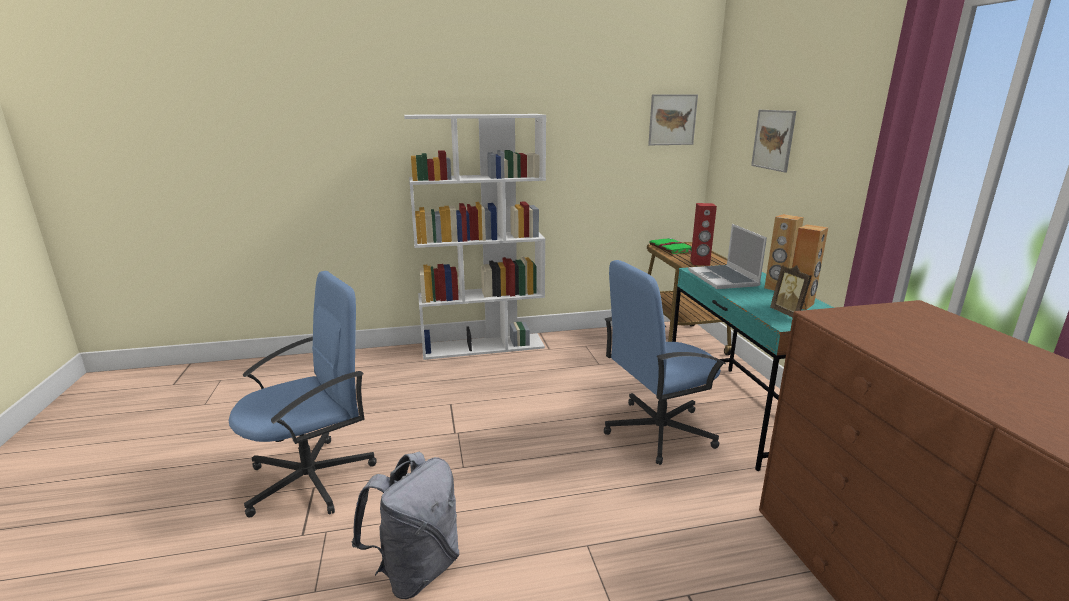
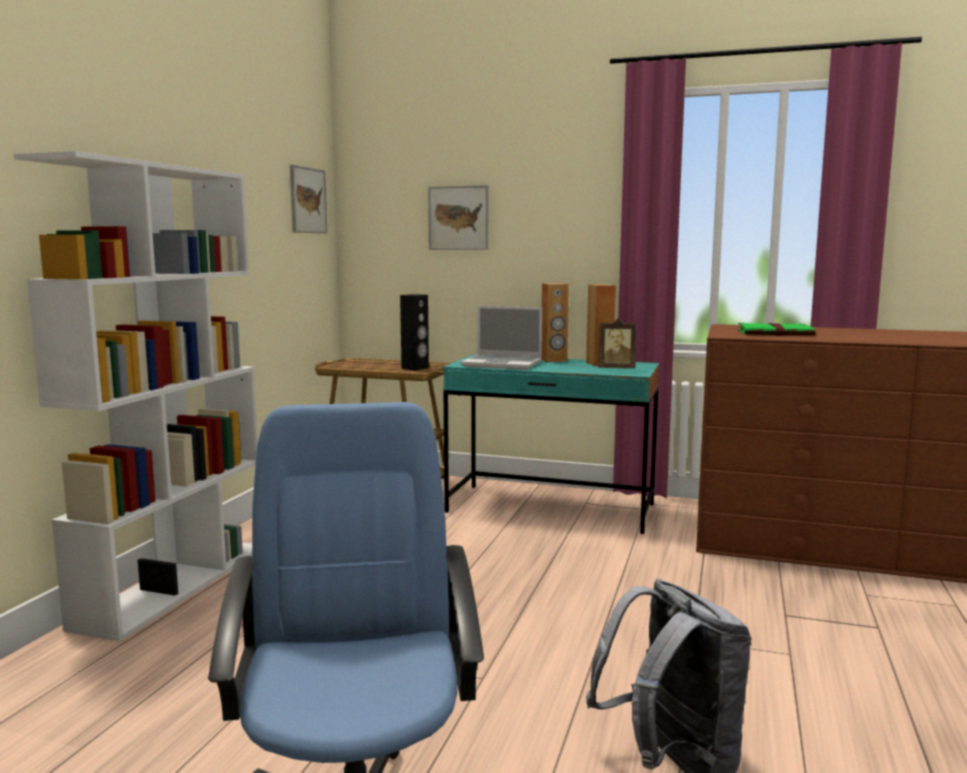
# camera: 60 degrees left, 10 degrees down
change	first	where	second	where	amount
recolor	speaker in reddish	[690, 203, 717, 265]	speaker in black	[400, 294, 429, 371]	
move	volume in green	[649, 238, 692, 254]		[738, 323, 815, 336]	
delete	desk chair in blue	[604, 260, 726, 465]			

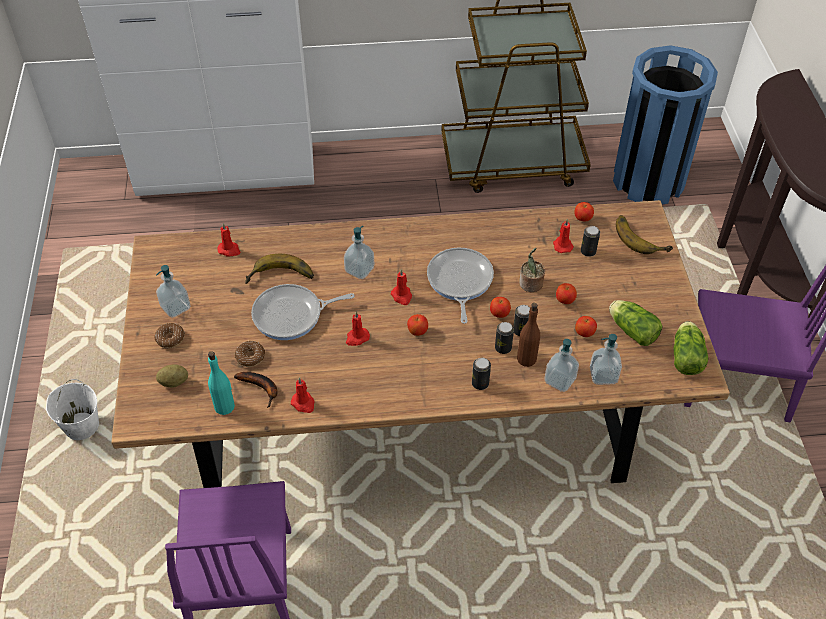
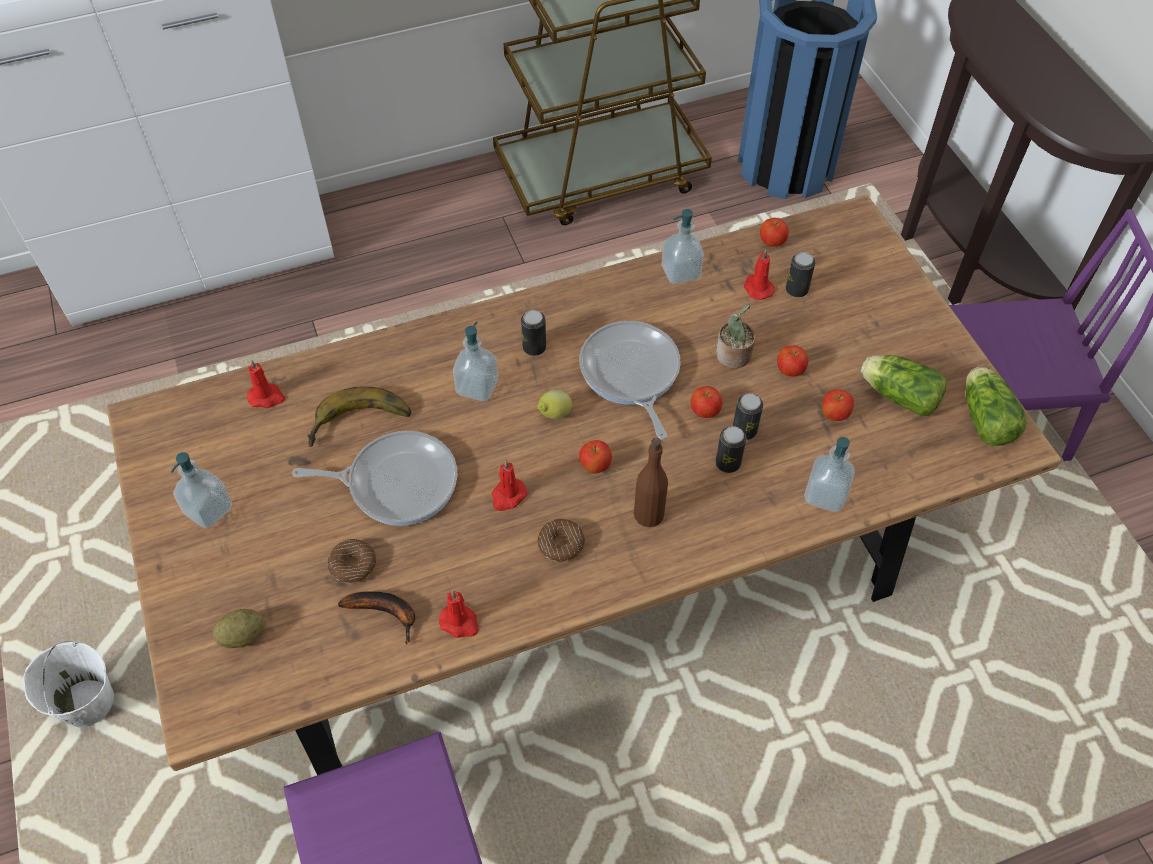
# camera: 15 degrees left, 5 degrees up
change	first	where	second	where	amount
delete	banana	[616, 215, 673, 254]			
replace	wax candle in reddish	[391, 269, 412, 305]	lemon	[537, 390, 572, 419]	
rotate	pan	[251, 284, 355, 340]		[292, 431, 457, 526]	150 degrees counterclockwise
move	beverage bottle in brown-coloured	[517, 303, 540, 367]		[634, 438, 668, 527]	
move	ring doughnut	[154, 323, 185, 348]		[538, 519, 585, 562]	
move	soap bottle	[590, 334, 622, 385]		[661, 209, 704, 284]	
delete	beverage bottle in blue-green	[208, 351, 235, 415]			
move	sealed can	[472, 358, 491, 390]		[521, 310, 546, 356]	

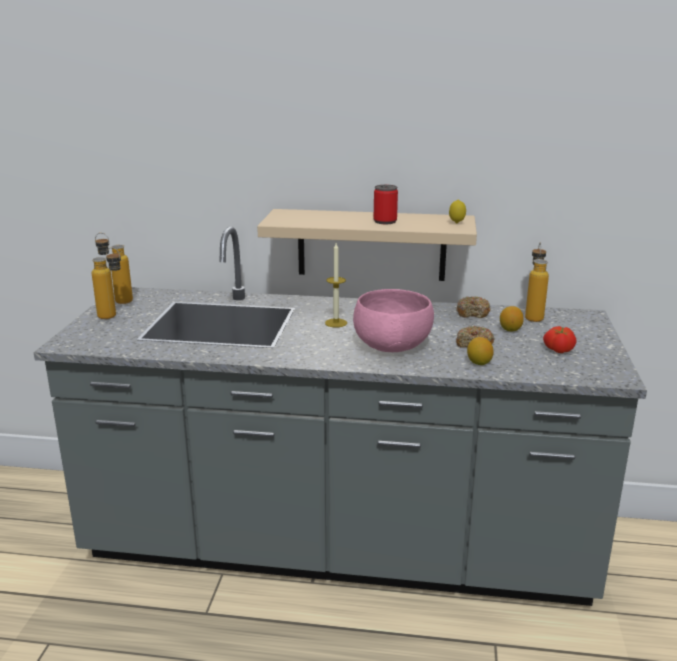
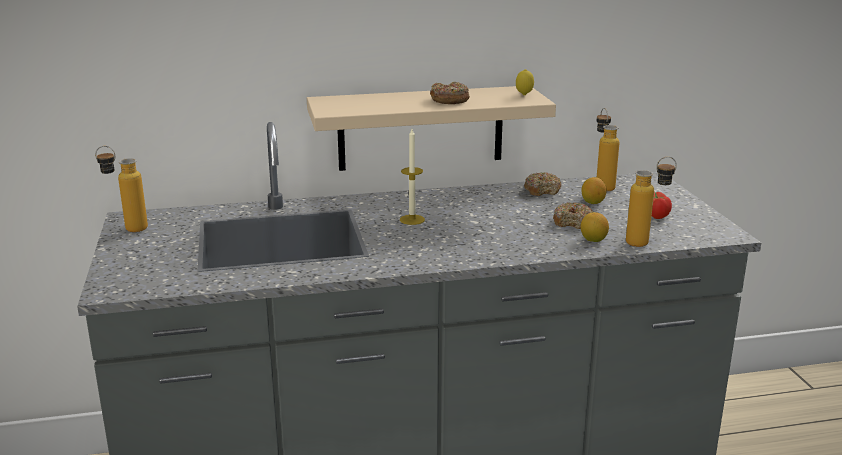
# camera: 20 degrees left, 0 degrees up
change	first	where	second	where	amount
replace	sealed can	[374, 185, 398, 224]	ring doughnut	[430, 81, 470, 104]	
move	beverage bottle	[92, 247, 121, 319]		[626, 157, 677, 247]	
delete	serving bowl in pinkish	[353, 289, 434, 352]			

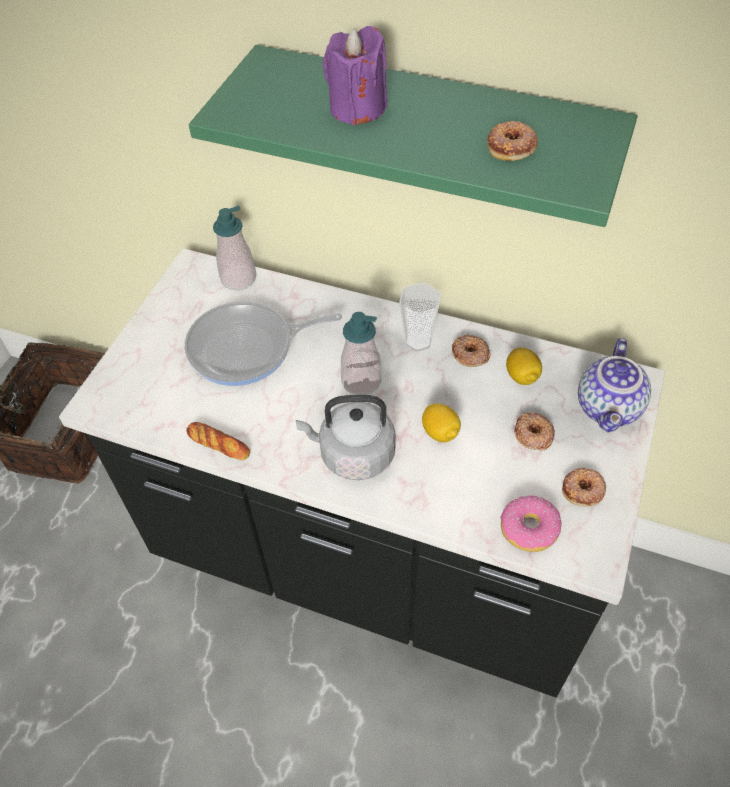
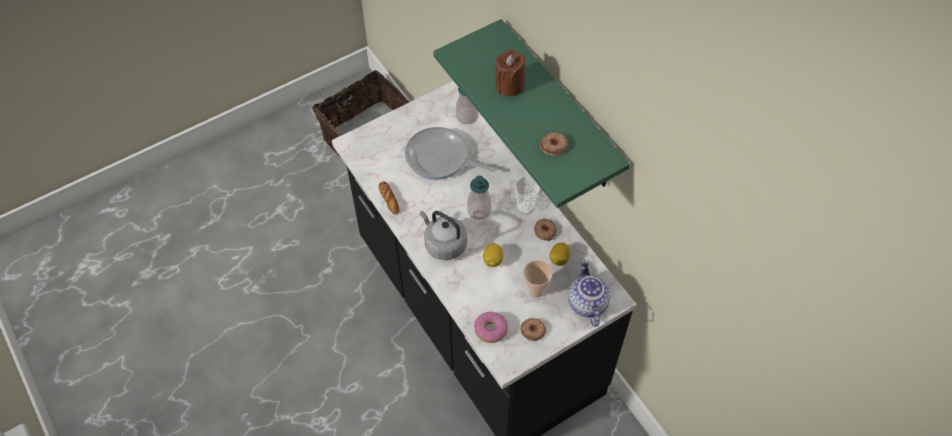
# camera: 35 degrees right, 5 degrees up
change	first	where	second	where	amount
recolor	wax candle in purple	[323, 26, 387, 126]	wax candle in brown-coloured	[495, 49, 526, 96]	
rotate	tea pot	[578, 338, 651, 432]		[568, 259, 611, 327]	120 degrees clockwise
replace	ring doughnut	[514, 412, 555, 450]	cup	[523, 260, 553, 298]	

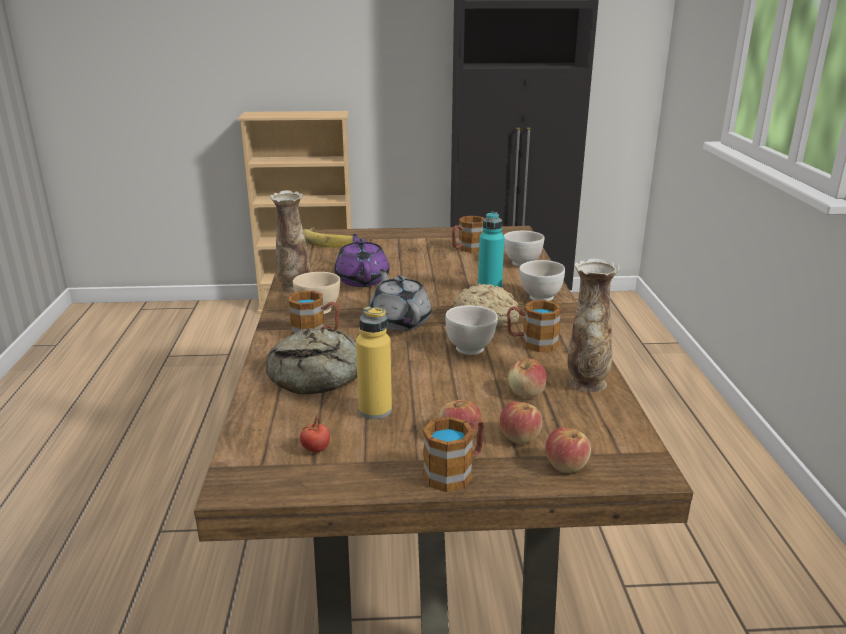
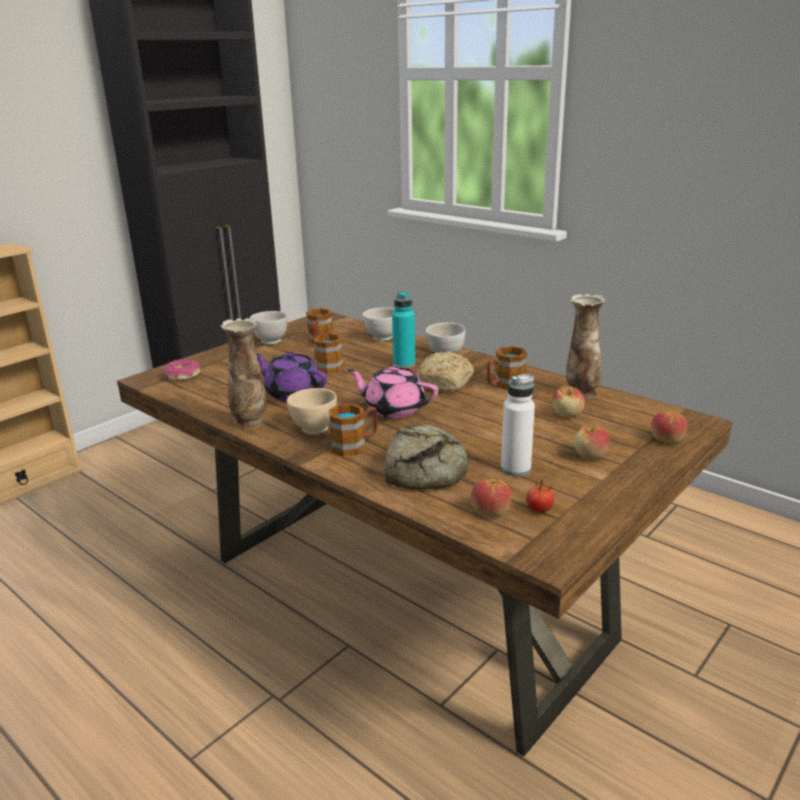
# camera: 45 degrees left, 0 degrees up
change	first	where	second	where	amount
replace	banana	[303, 227, 353, 247]	ring doughnut	[164, 359, 200, 381]	
recolor	tea pot in greyish	[369, 269, 431, 331]	tea pot in pinkish	[347, 365, 438, 418]	
move	serving bowl in white-coloured	[445, 305, 498, 355]		[250, 311, 288, 344]	
recolor	beverage bottle in yellowish	[356, 306, 392, 419]	beverage bottle in white-coloured	[501, 374, 535, 476]	
move	whole apple	[499, 401, 542, 444]		[471, 479, 511, 517]	
move	coffee mug	[423, 416, 484, 492]		[313, 332, 344, 374]	

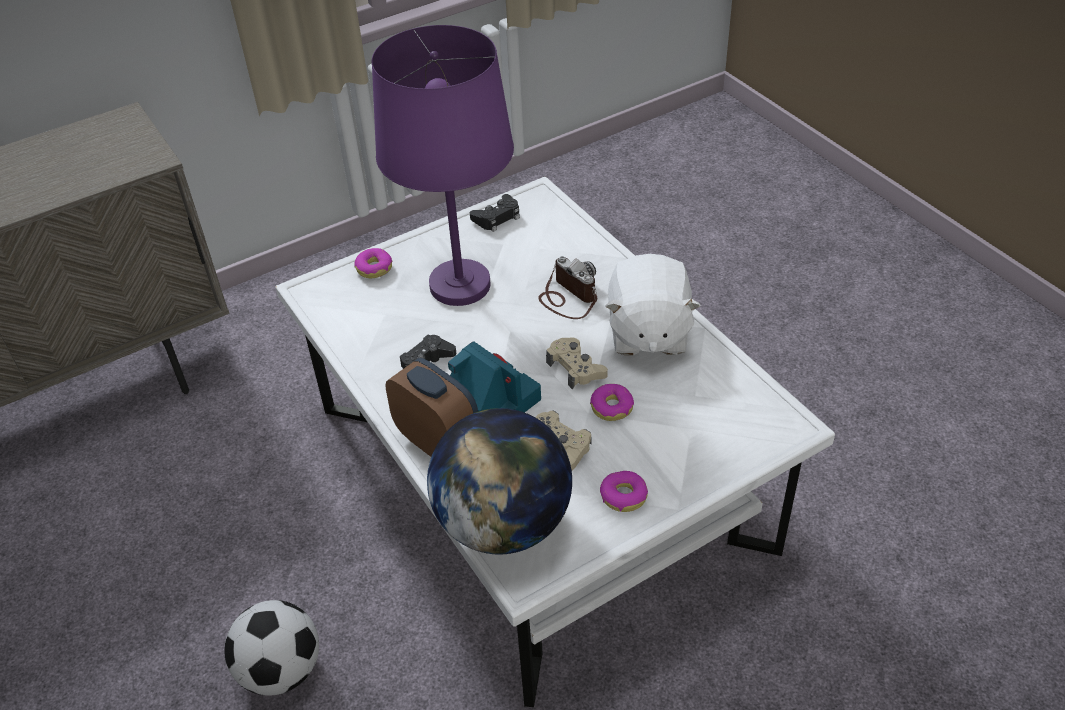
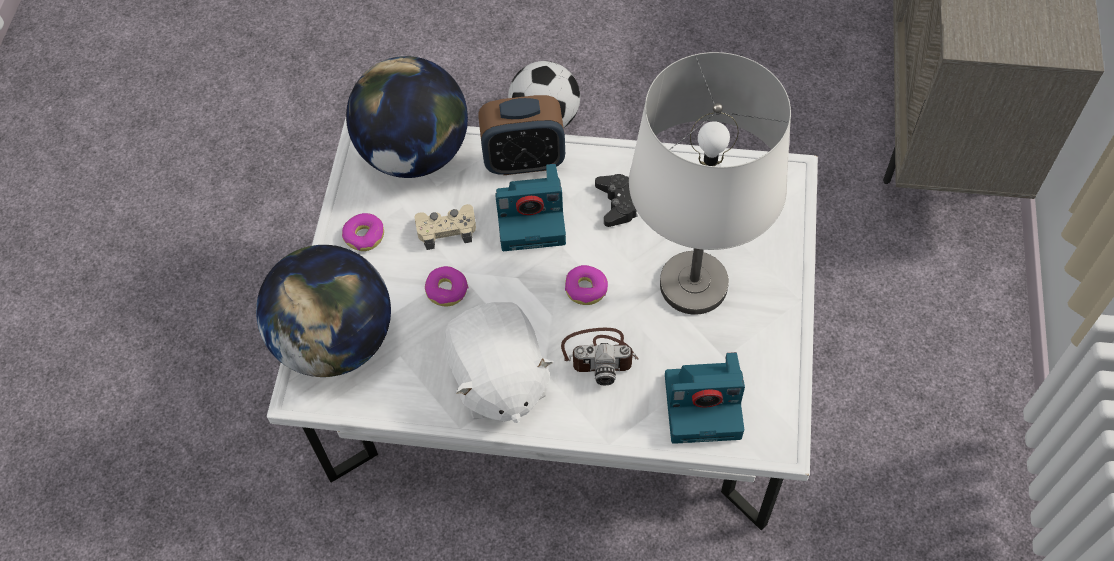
# camera: 130 degrees right, 15 degrees up
change	first	where	second	where	amount
recolor	tabletop lamp in purple	[372, 25, 514, 306]	tabletop lamp in white-coloured	[629, 52, 791, 315]	
delete	joypad in black	[470, 194, 520, 232]			
move	ring doughnut	[354, 248, 392, 278]		[565, 265, 608, 305]	
rotate	cuddly toy in white-coloured	[605, 254, 701, 355]		[444, 302, 554, 423]	150 degrees counterclockwise
delete	joypad in beige	[546, 337, 608, 389]			
insert			desk globe	[256, 245, 391, 377]	
insert			still camera	[665, 352, 745, 444]	

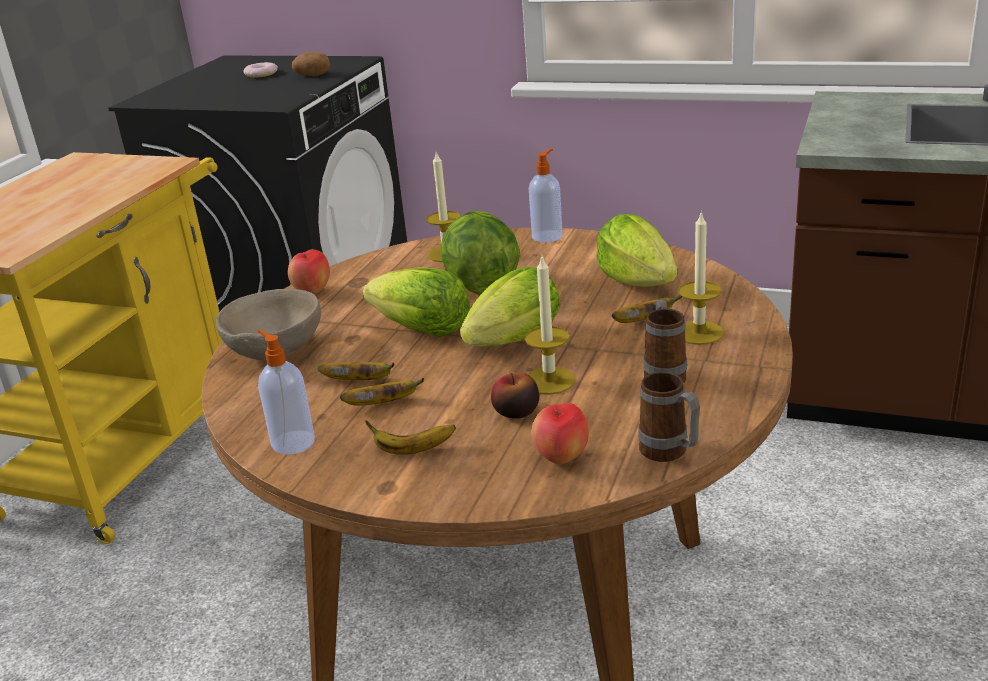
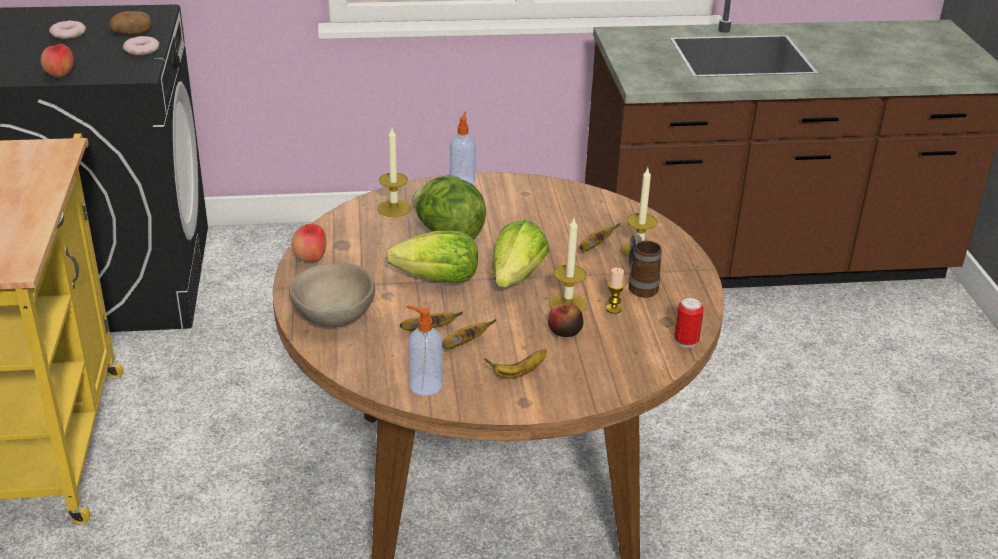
# camera: 30 degrees left, 5 degrees up
change	first	where	second	where	amount
delete	lettuce head	[596, 214, 677, 287]			
replace	coffee mug	[638, 372, 700, 462]	sealed can	[674, 297, 704, 348]	
move	whole apple	[531, 403, 589, 464]		[41, 44, 74, 78]	
insert			ring doughnut	[123, 36, 160, 55]	
insert			wax candle	[606, 268, 624, 314]	

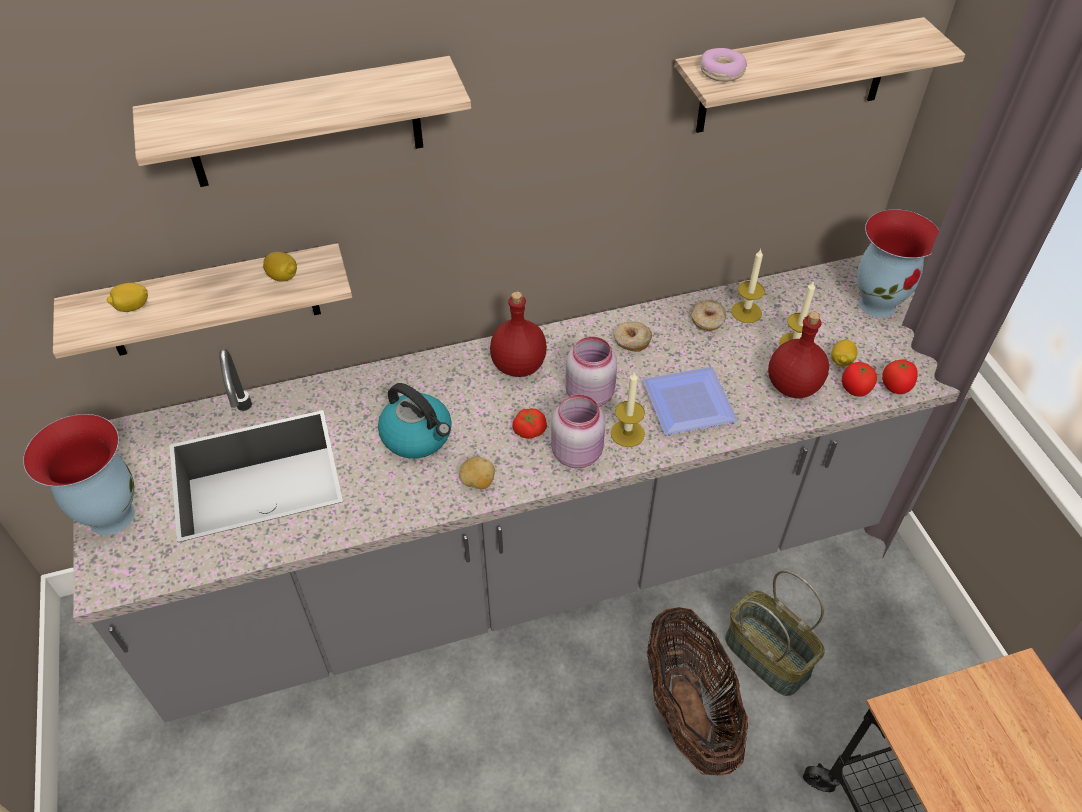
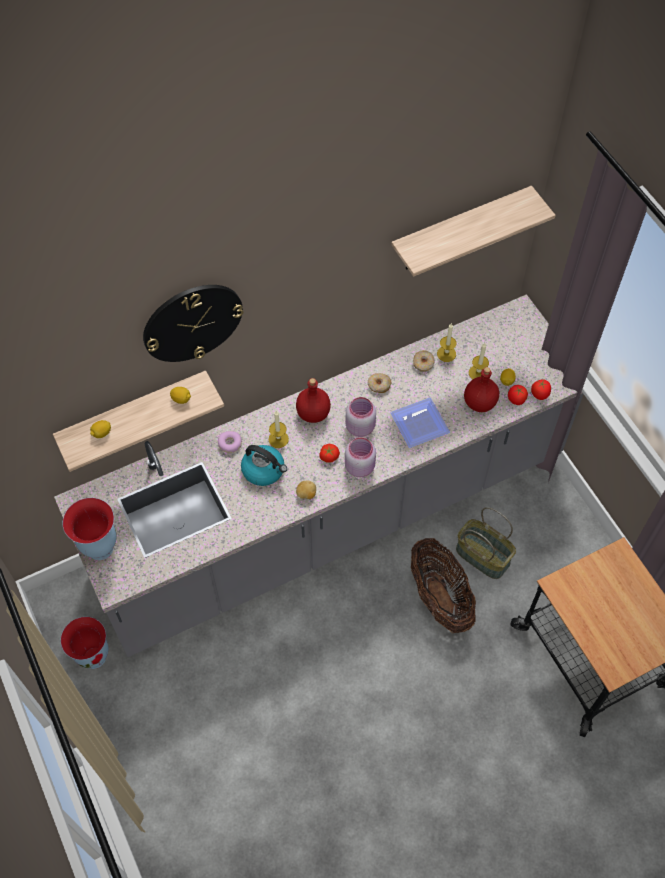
# camera: 10 degrees left, 10 degrees up
change	first	where	second	where	amount
move	ring doughnut	[700, 48, 747, 82]		[218, 431, 242, 453]	
replace	bracket shelf	[132, 56, 471, 187]	hanging clock	[143, 285, 243, 362]	
move	vase	[857, 209, 939, 318]		[61, 617, 108, 669]	
move	wax candle	[610, 371, 645, 447]		[269, 411, 289, 448]	

